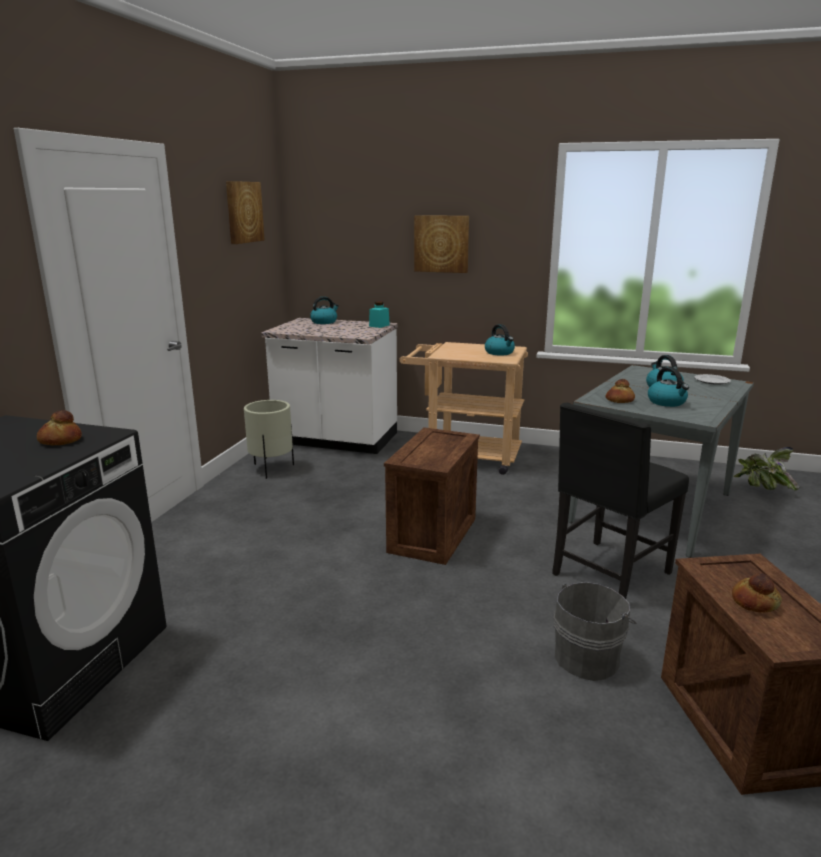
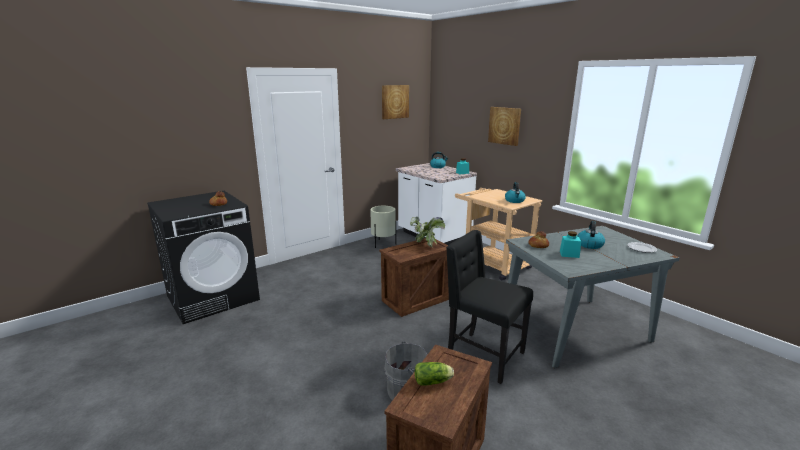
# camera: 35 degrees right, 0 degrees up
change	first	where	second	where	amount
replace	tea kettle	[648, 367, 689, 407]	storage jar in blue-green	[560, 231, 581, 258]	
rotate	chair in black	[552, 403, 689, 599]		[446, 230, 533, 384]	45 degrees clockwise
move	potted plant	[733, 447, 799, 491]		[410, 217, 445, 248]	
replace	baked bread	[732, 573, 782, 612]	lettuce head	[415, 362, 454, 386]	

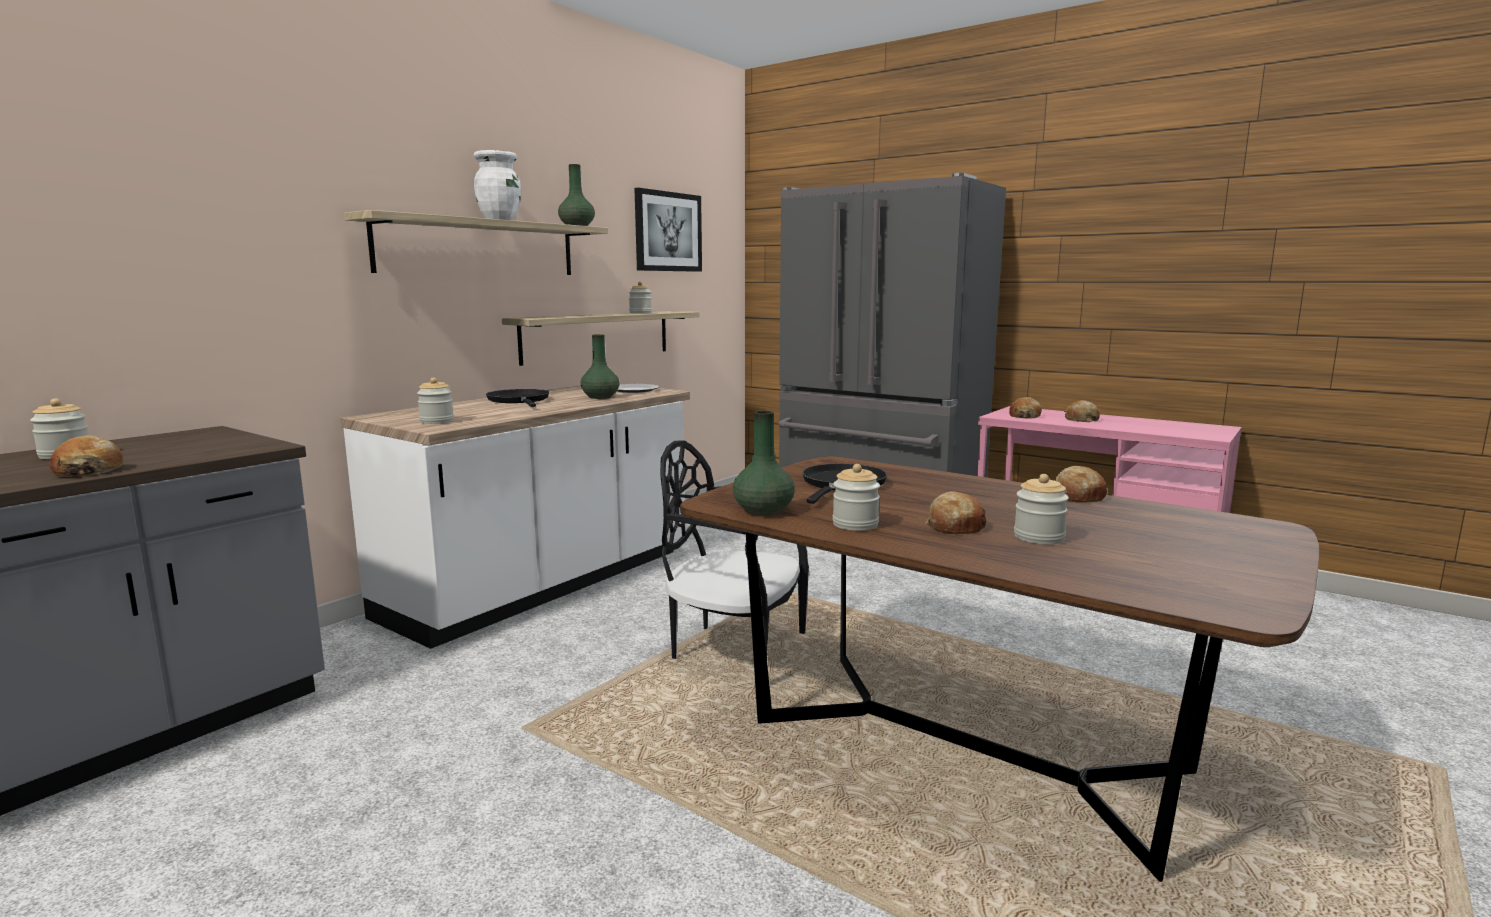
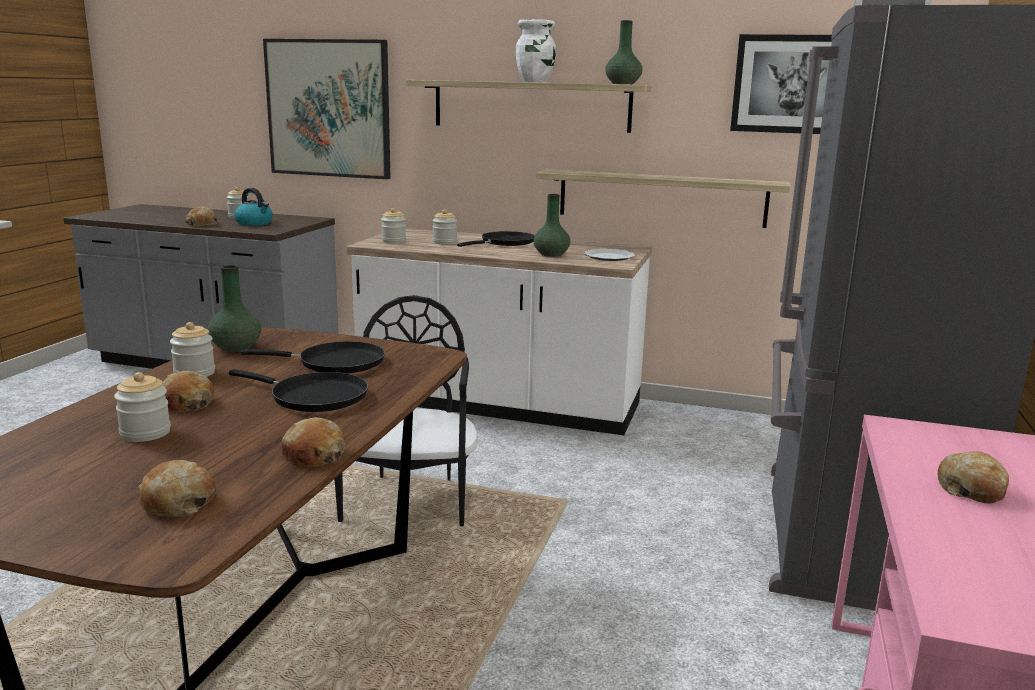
# camera: 70 degrees right, 5 degrees up
change	first	where	second	where	amount
move	storage jar	[629, 281, 652, 313]		[432, 209, 457, 244]	
move	baked bread	[1009, 397, 1042, 418]		[138, 460, 216, 517]	
insert			picture	[263, 39, 391, 179]	
insert			tea kettle	[234, 188, 273, 226]	
insert			pan in black	[229, 369, 368, 412]	

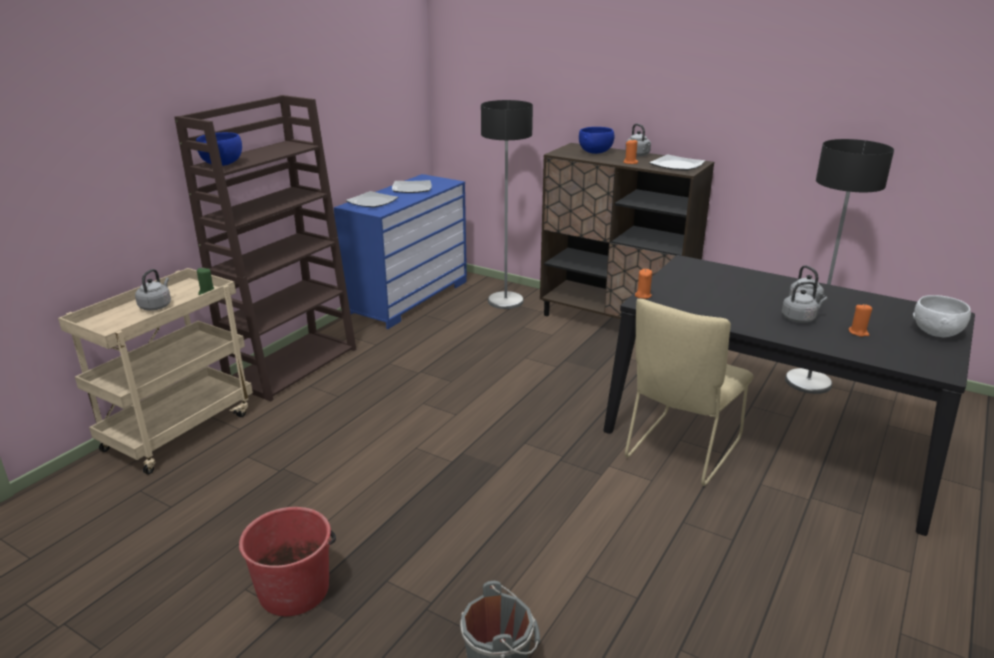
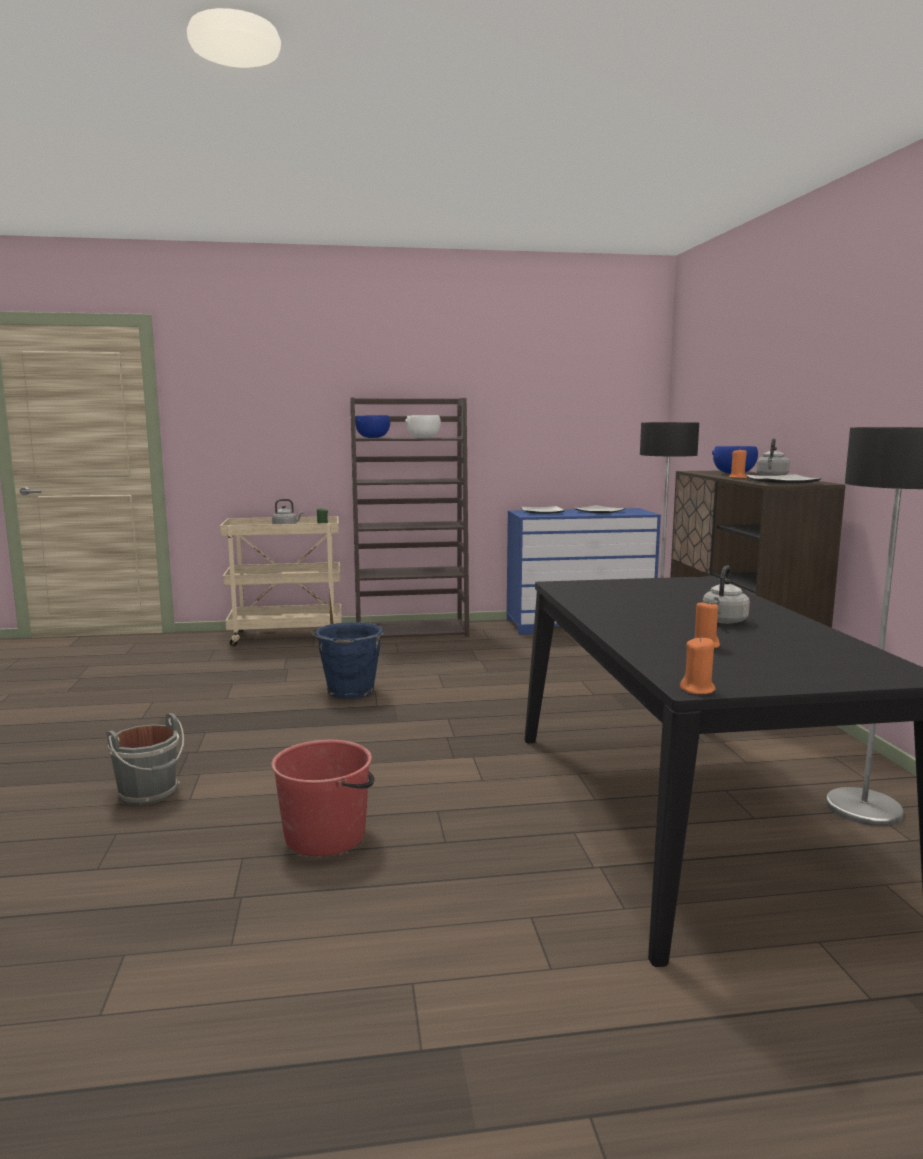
# camera: 50 degrees right, 15 degrees down
change	first	where	second	where	amount
move	wax candle in orange-coloured	[635, 269, 652, 299]		[680, 636, 715, 694]	
delete	tea kettle in greyish	[782, 282, 828, 323]			
move	serving bowl in white-coloured	[913, 295, 971, 337]		[405, 415, 441, 438]	
delete	chair in beige	[625, 299, 754, 486]			
move	water bucket in reddish	[239, 507, 336, 616]		[271, 740, 375, 856]	
insert			water bucket in blue	[311, 622, 384, 699]	

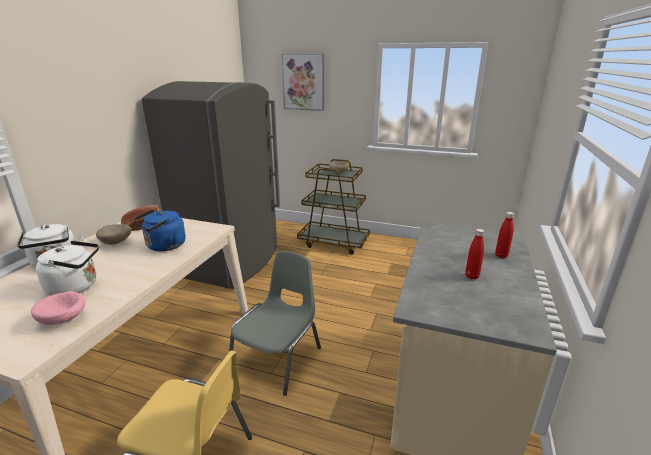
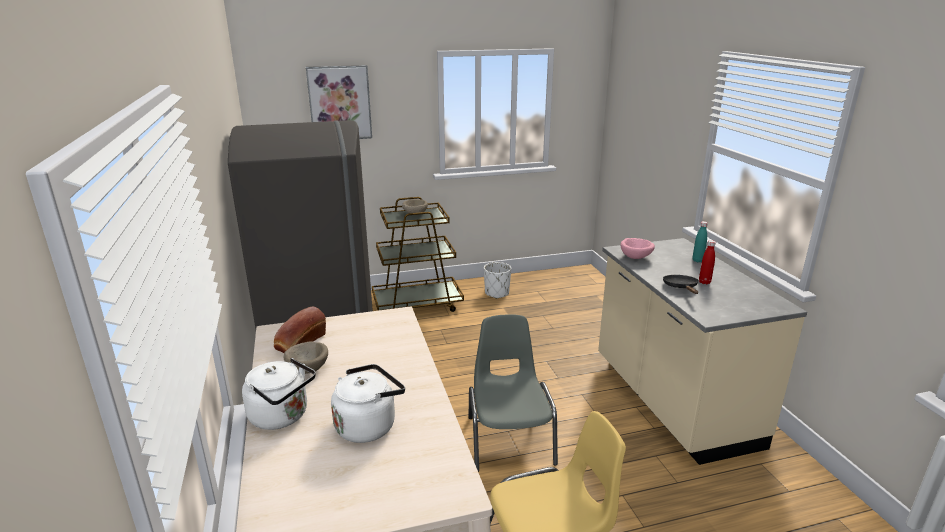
# camera: 35 degrees left, 0 degrees up
change	first	where	second	where	amount
delete	tea kettle in blue	[133, 209, 186, 251]			
recolor	beverage bottle in reddish	[495, 212, 514, 258]	beverage bottle in blue-green	[693, 221, 708, 262]	
move	serving bowl in pinkish	[31, 291, 85, 325]		[621, 238, 655, 259]	
insert			planter in white-coloured	[484, 262, 511, 299]	
insert			pan in black	[663, 275, 699, 294]	

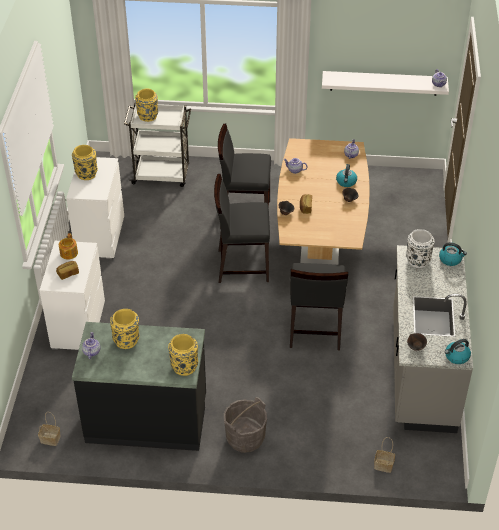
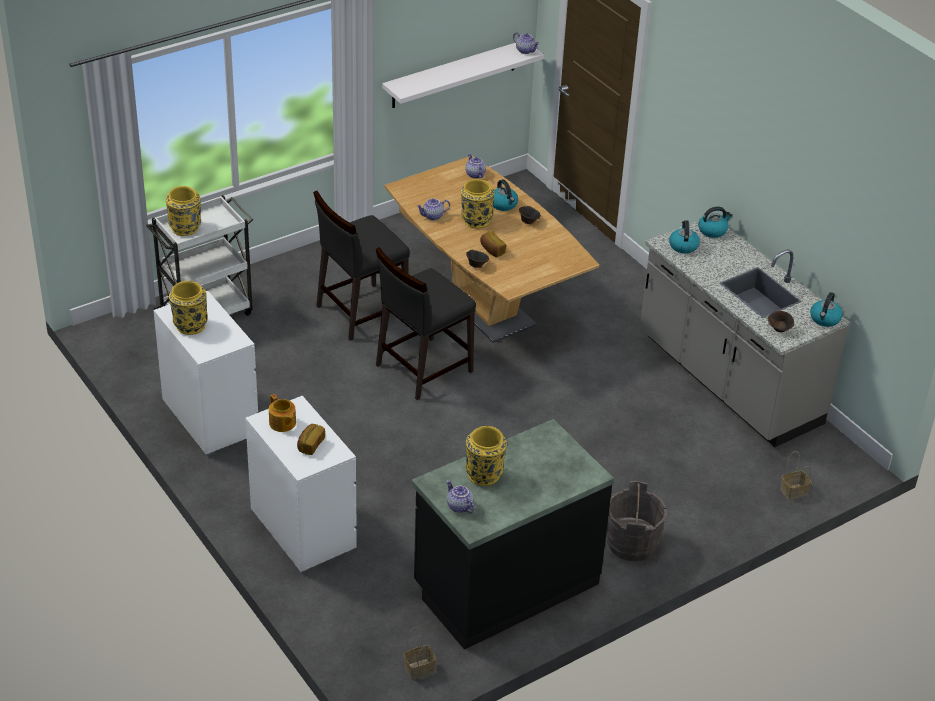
# camera: 40 degrees left, 5 degrees down
change	first	where	second	where	amount
replace	vase in white-coloured	[406, 229, 435, 268]	tea kettle	[669, 220, 700, 254]	
delete	chair in black	[290, 263, 348, 350]			
move	vase in yellowish	[168, 334, 198, 376]		[461, 179, 495, 228]	

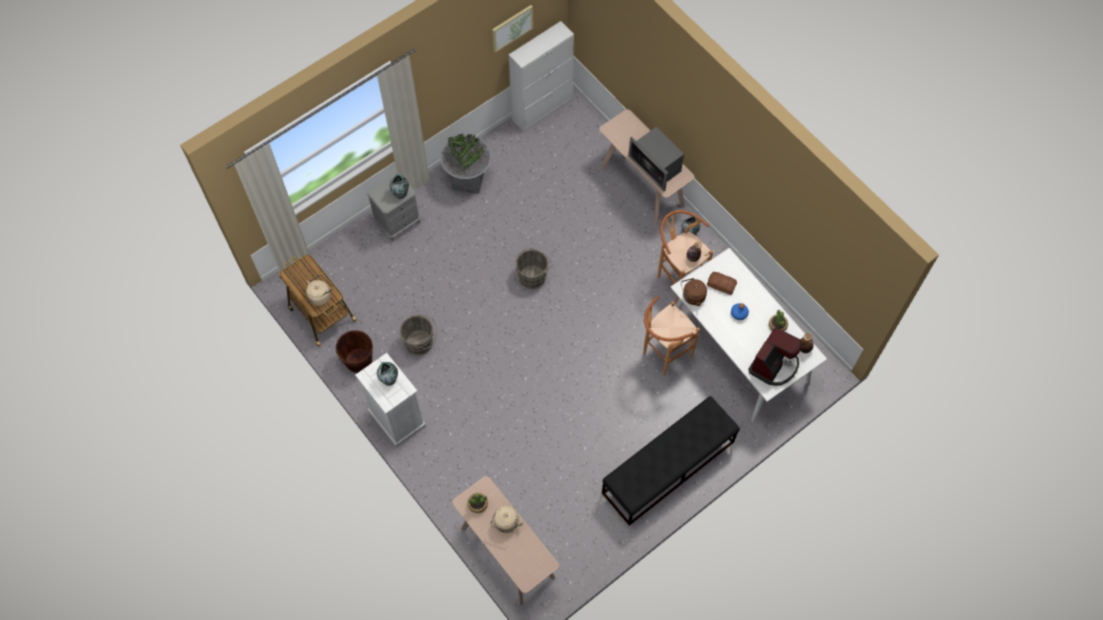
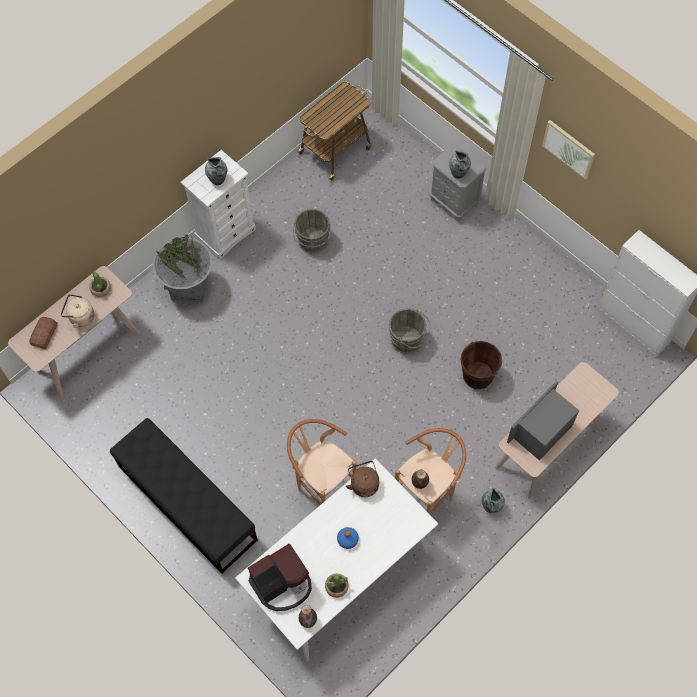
# camera: 85 degrees right, 0 degrees up
change	first	where	second	where	amount
move	picture	[492, 5, 533, 53]		[542, 120, 595, 180]	
move	planter in greyish	[440, 134, 492, 194]		[153, 235, 212, 302]	
move	baked bread	[707, 272, 737, 295]		[29, 317, 58, 349]	
delete	tea kettle in beige	[306, 275, 333, 306]			
rotate	coffee maker	[748, 328, 802, 386]		[248, 544, 312, 611]	60 degrees counterclockwise
move	water bucket in brown-coloured	[336, 330, 373, 373]		[461, 341, 502, 389]	

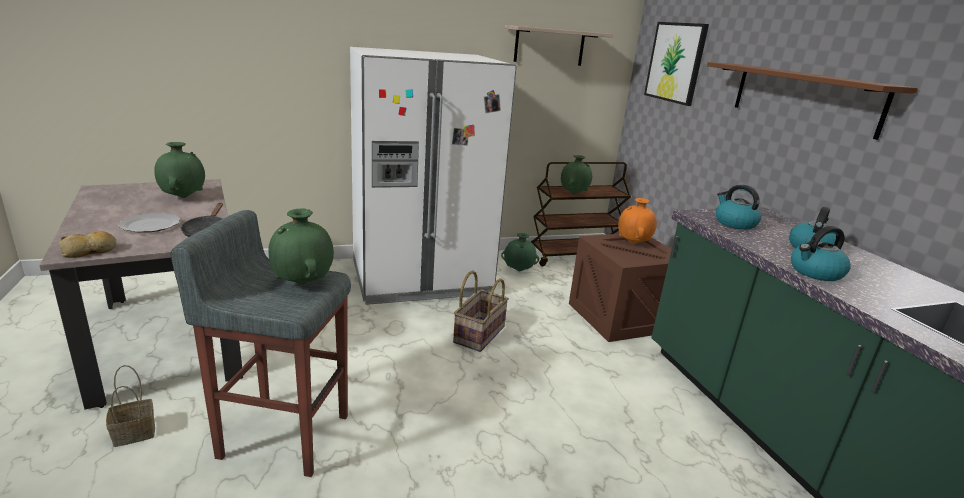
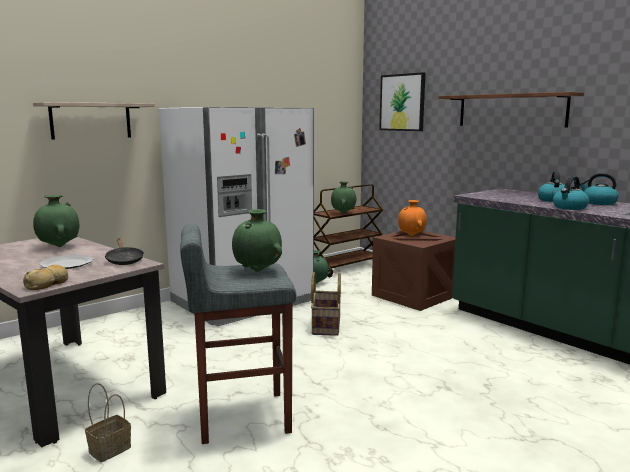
# camera: 20 degrees left, 10 degrees down
change	first	where	second	where	amount
move	bracket shelf	[505, 25, 613, 66]		[33, 102, 155, 140]	
move	tea kettle	[716, 185, 761, 230]		[580, 173, 619, 205]	

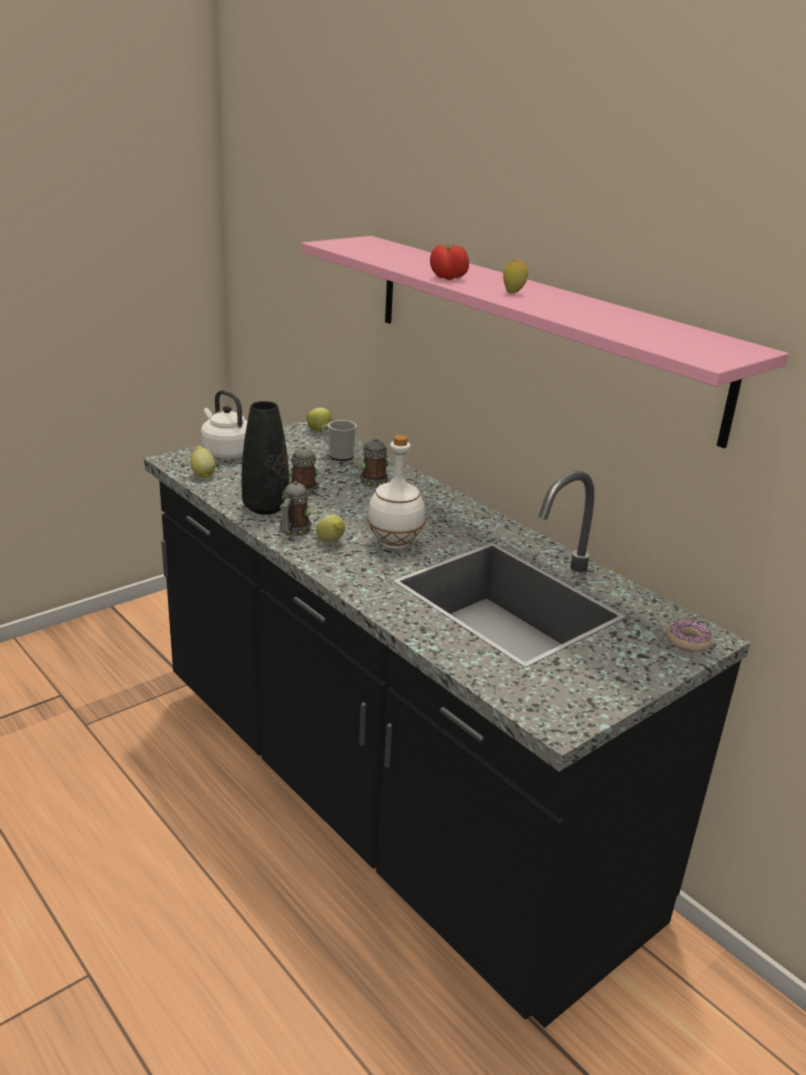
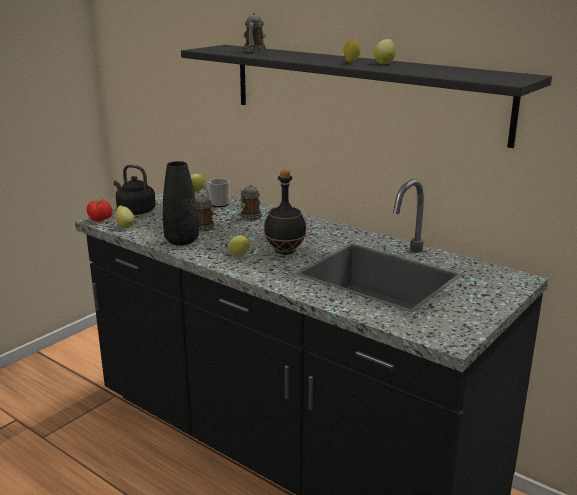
# camera: 10 degrees left, 5 degrees down
change	first	where	second	where	amount
recolor	bracket shelf in pinkish	[302, 236, 789, 448]	bracket shelf in black	[181, 45, 552, 148]	
move	fresh tomato	[430, 244, 469, 280]		[87, 199, 112, 222]	
recolor	tea kettle in white-coloured	[201, 390, 247, 459]	tea kettle in black	[114, 165, 156, 215]	
recolor	beverage bottle in white-coloured	[367, 435, 425, 549]	beverage bottle in black	[264, 171, 306, 255]	
move	coffee mug	[279, 481, 312, 536]		[243, 13, 266, 52]	
delete	ring doughnut	[666, 620, 712, 652]			
insert			lemon	[374, 39, 396, 64]	

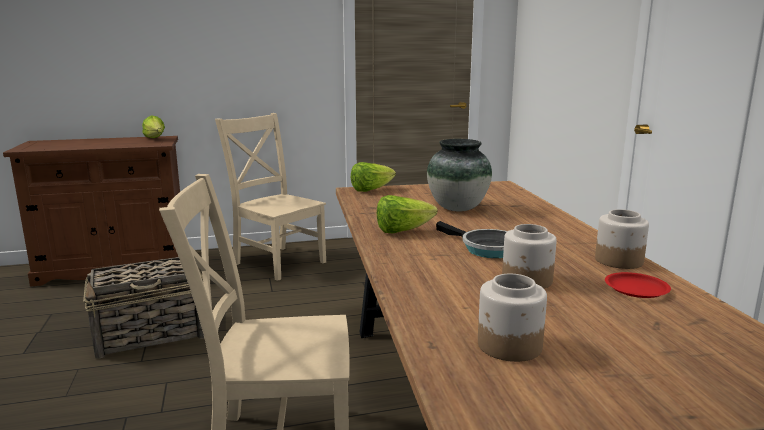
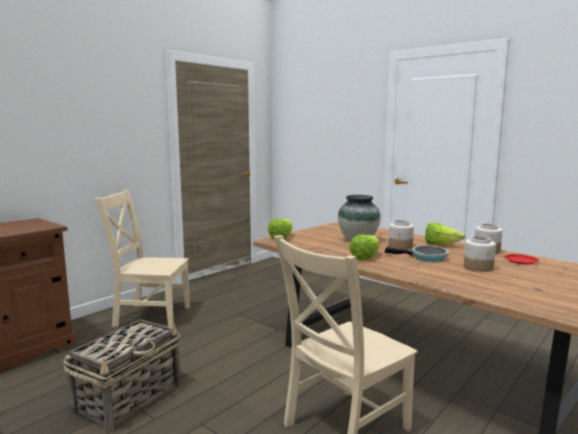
# camera: 35 degrees left, 5 degrees down
change	first	where	second	where	amount
move	lettuce head	[142, 116, 165, 138]		[425, 222, 466, 245]	
move	storage jar	[478, 274, 547, 362]		[388, 220, 414, 250]	

